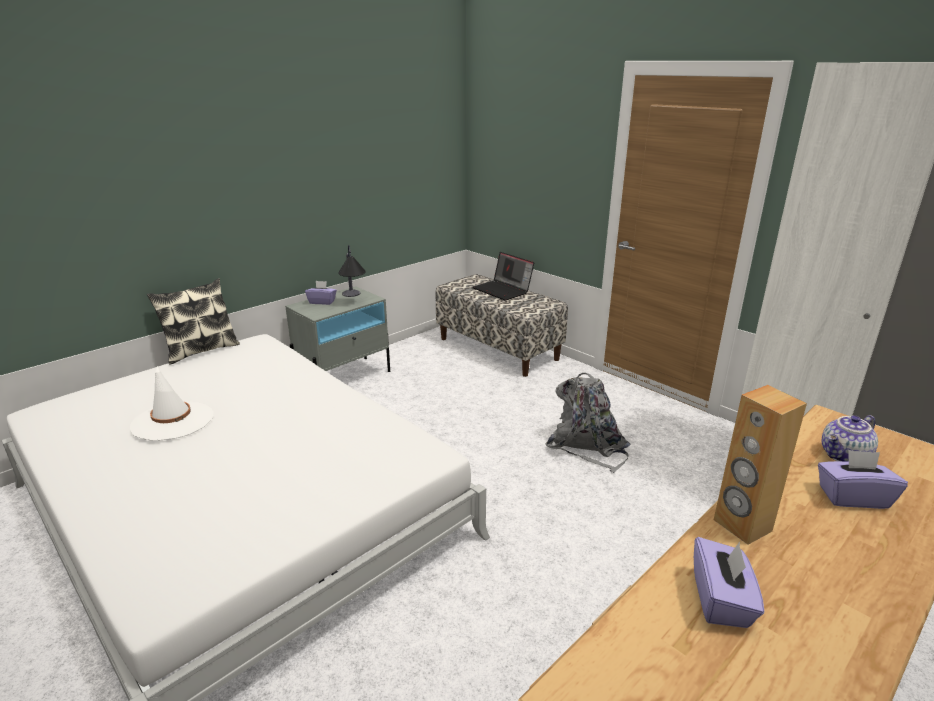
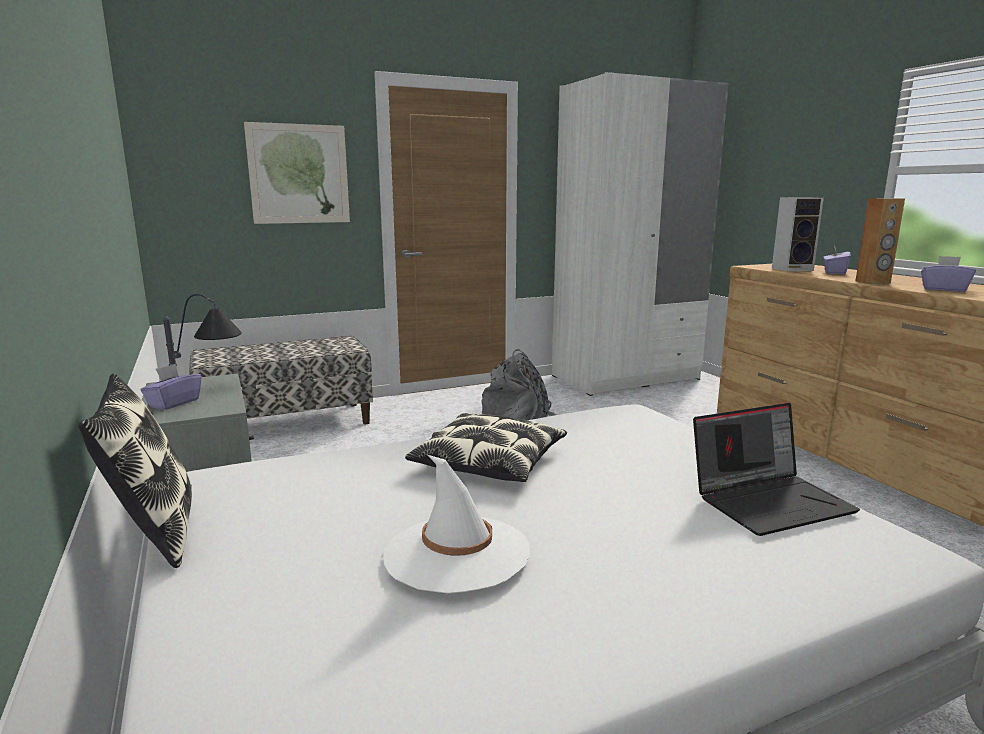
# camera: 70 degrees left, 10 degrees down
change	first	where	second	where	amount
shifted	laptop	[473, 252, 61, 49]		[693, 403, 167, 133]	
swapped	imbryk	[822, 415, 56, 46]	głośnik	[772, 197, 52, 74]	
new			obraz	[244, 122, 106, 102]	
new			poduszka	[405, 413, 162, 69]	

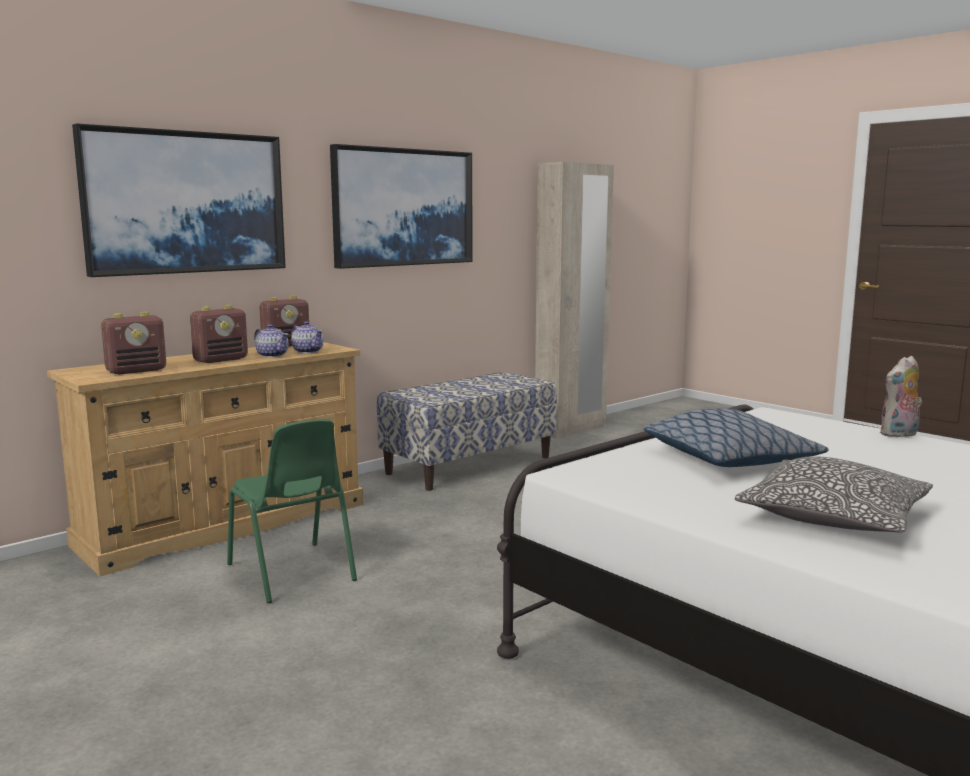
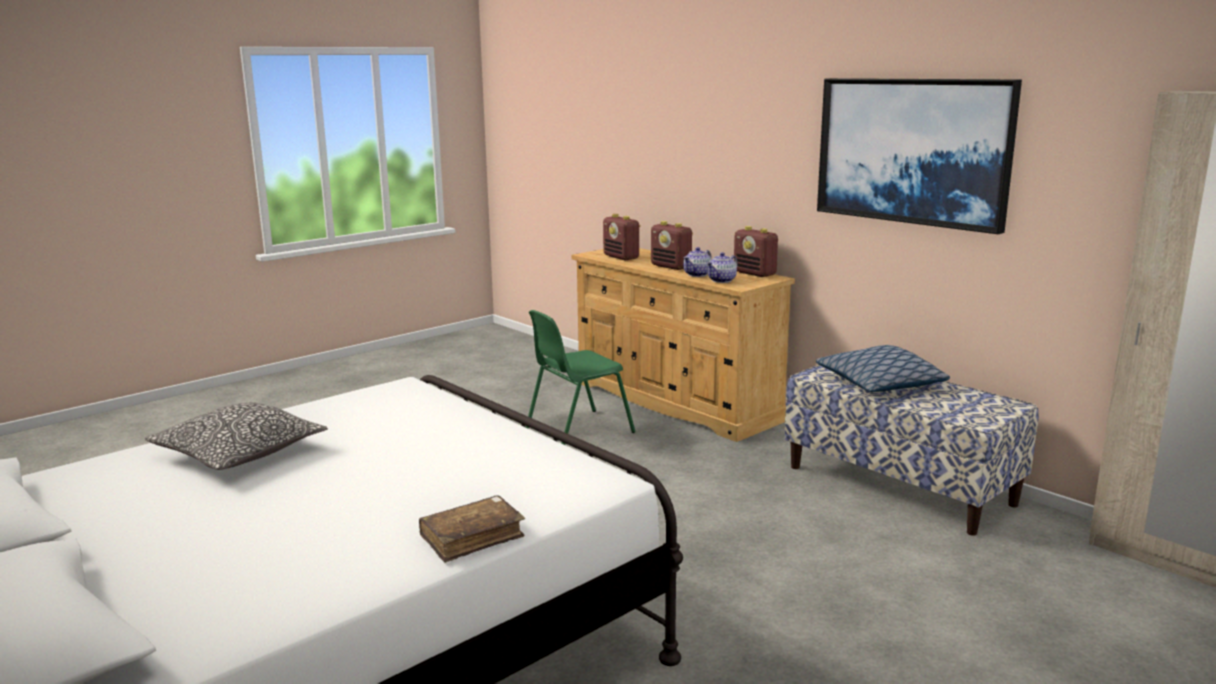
# camera: 90 degrees right, 5 degrees up
change	first	where	second	where	amount
gone	obraz	[72, 123, 214, 154]			
shifted	poduszka	[644, 408, 185, 59]		[816, 345, 134, 48]	
swapped	pluszak	[879, 355, 43, 83]	książka [brązowy]	[419, 495, 106, 68]	

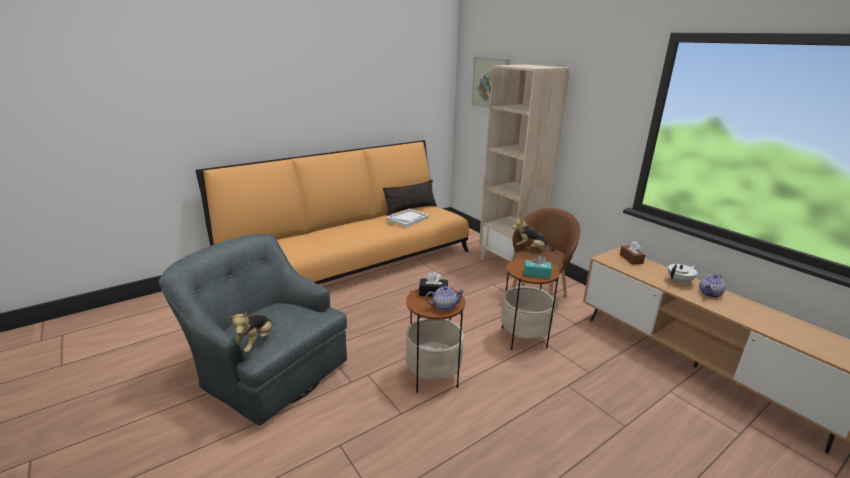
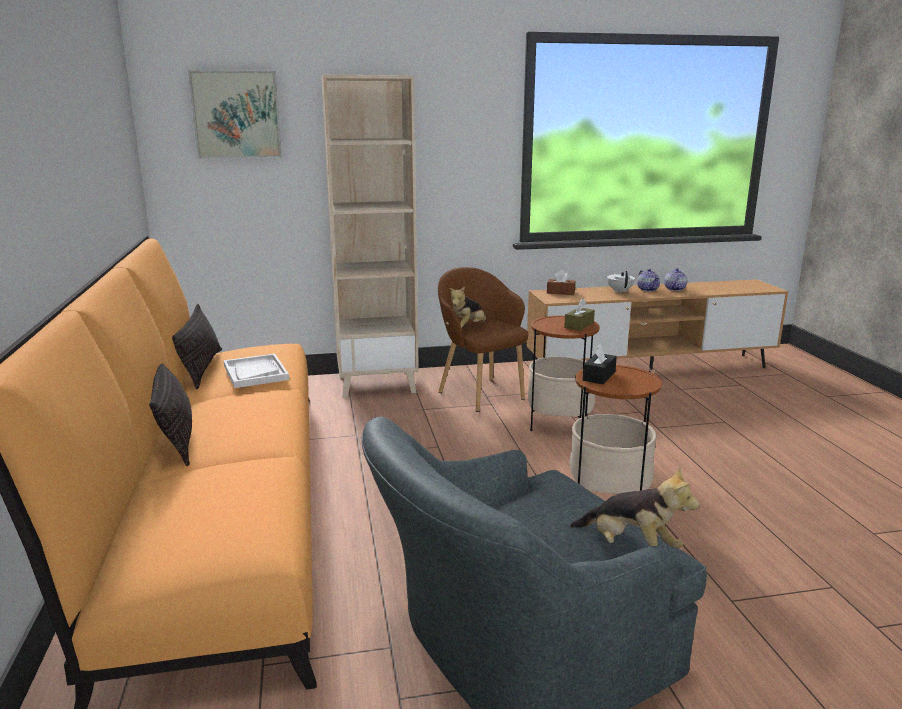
# camera: 65 degrees left, 5 degrees down
change	first	where	second	where	amount
shifted	imbryk	[425, 286, 40, 25]		[664, 268, 23, 23]	
repainted	pudełko chusteczek [turkusowy]	[524, 255, 28, 23]	pudełko chusteczek [brązowy]	[564, 299, 31, 32]	
new			poduszka	[149, 364, 43, 102]	

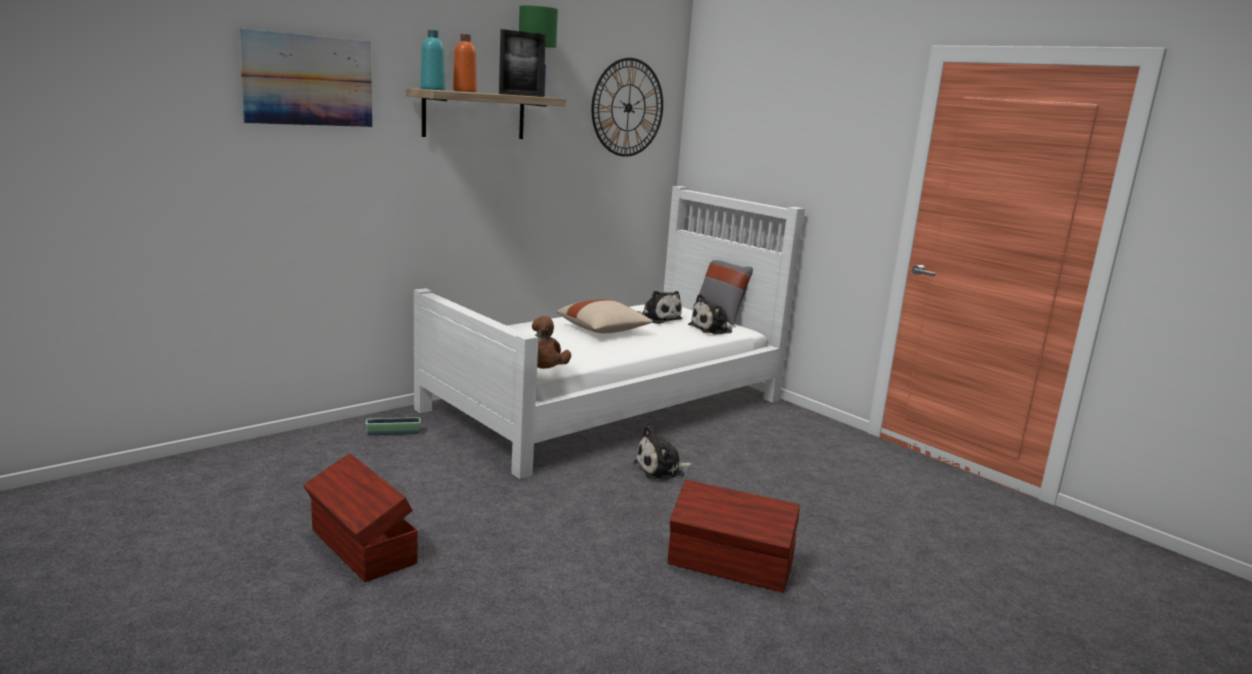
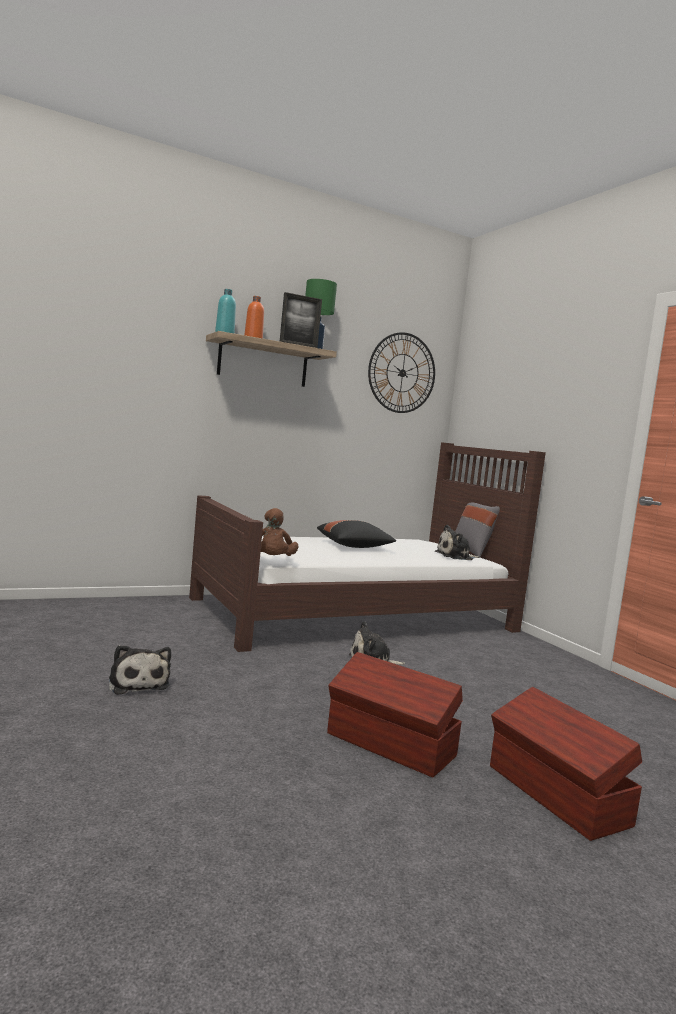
# camera: 15 degrees right, 10 degrees down
change	first	where	second	where	amount
gone	obraz	[239, 28, 133, 99]			
shifted	pojemnik do przechowywania [brązowy]	[303, 453, 115, 129]		[490, 687, 152, 154]	
gone	donica	[366, 417, 55, 18]			
repainted	łóżko [biały]	[414, 186, 391, 293]	łóżko [brązowy]	[189, 442, 357, 210]	
repainted	poduszka [beżowy]	[557, 299, 96, 34]	poduszka [czarny]	[317, 520, 79, 28]	
shifted	pluszak	[637, 291, 45, 33]		[109, 645, 62, 50]	

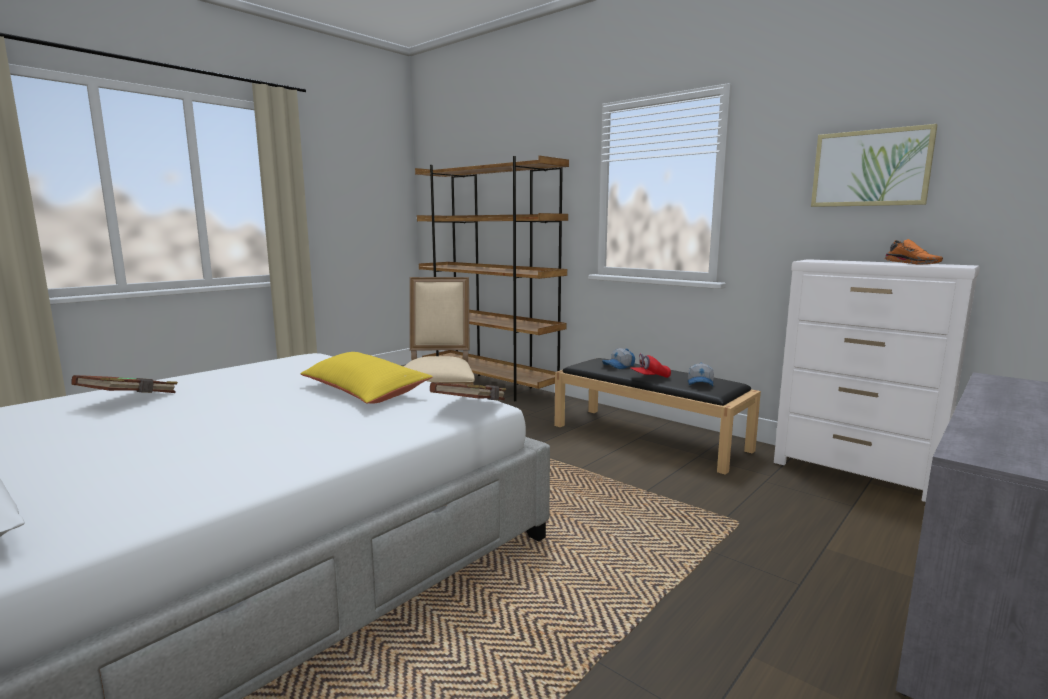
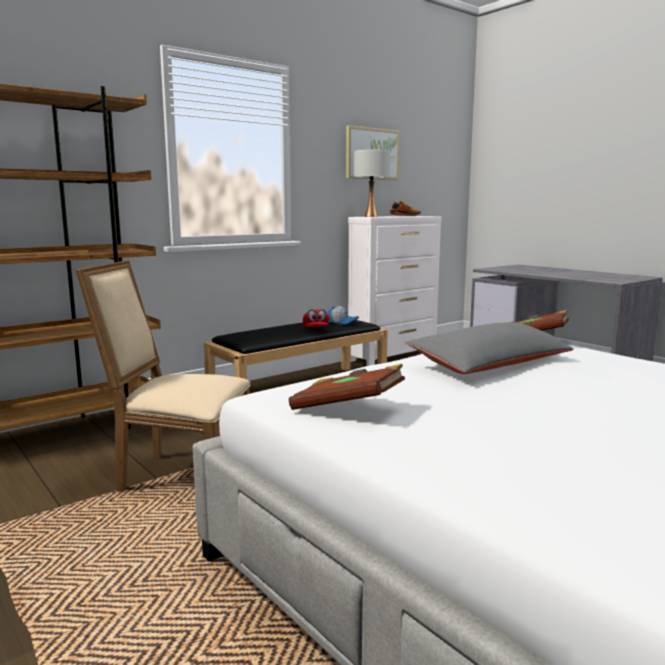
# camera: 80 degrees left, 0 degrees up
change	first	where	second	where	amount
shifted	książka [brązowy]	[71, 375, 107, 18]		[289, 364, 116, 46]	
repainted	poduszka [żółty]	[300, 352, 133, 52]	poduszka [szary]	[406, 322, 167, 52]	
gone	czapka z daszkiem	[602, 348, 33, 21]			
new			lampa stołowa [biały]	[354, 150, 36, 67]	

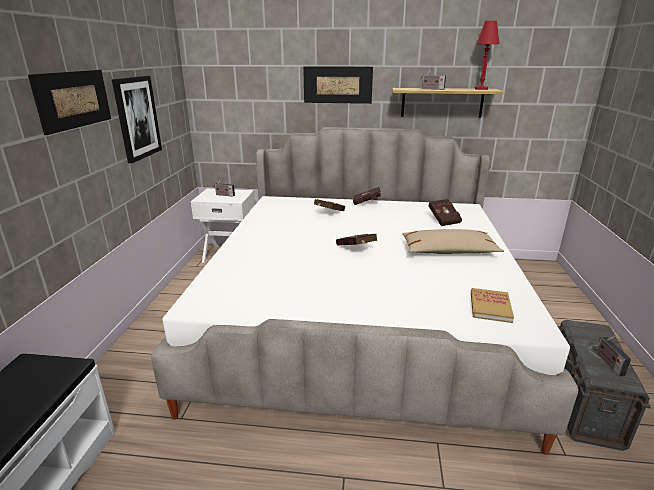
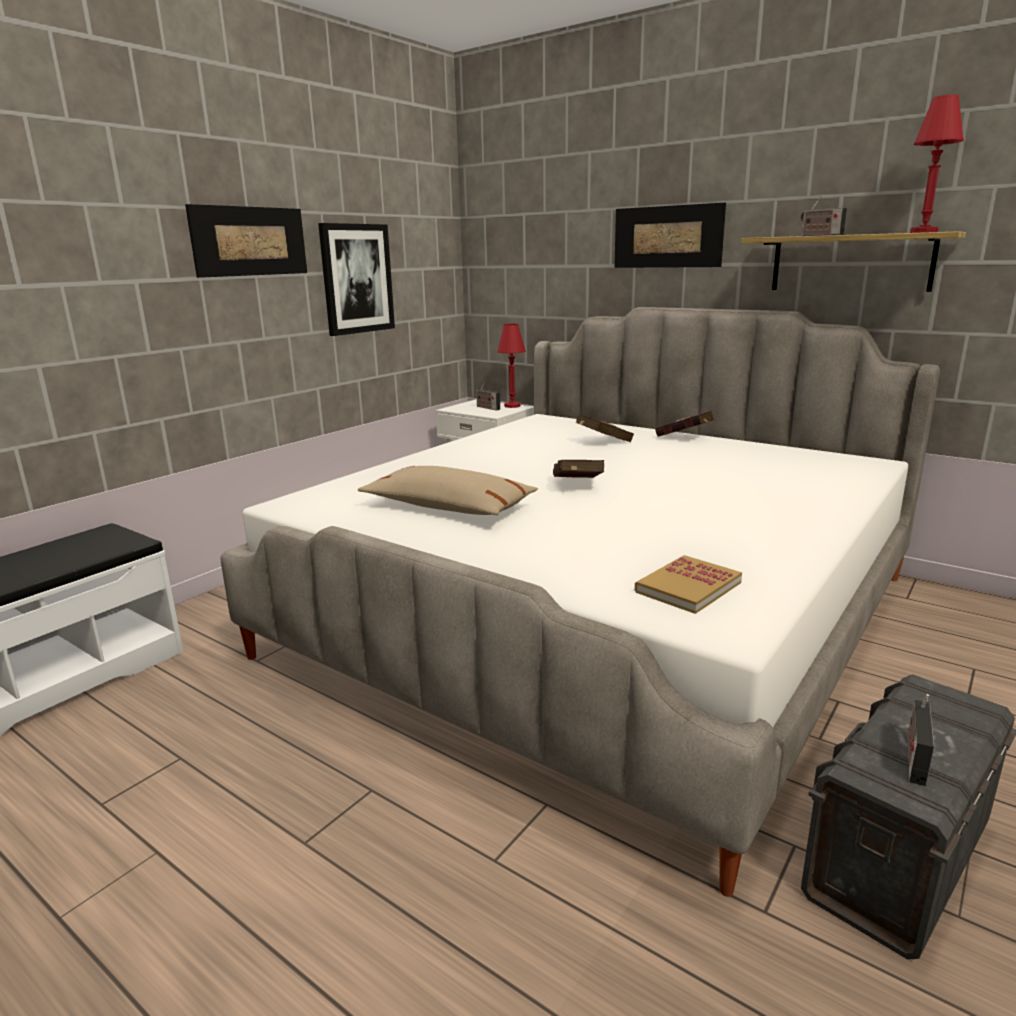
# camera: 30 degrees right, 5 degrees down
change	first	where	second	where	amount
shifted	poduszka [beżowy]	[402, 229, 102, 25]		[358, 466, 180, 49]	
gone	książka [czerwony]	[428, 199, 34, 27]			
new			lampa stołowa [czerwony]	[497, 324, 29, 84]	

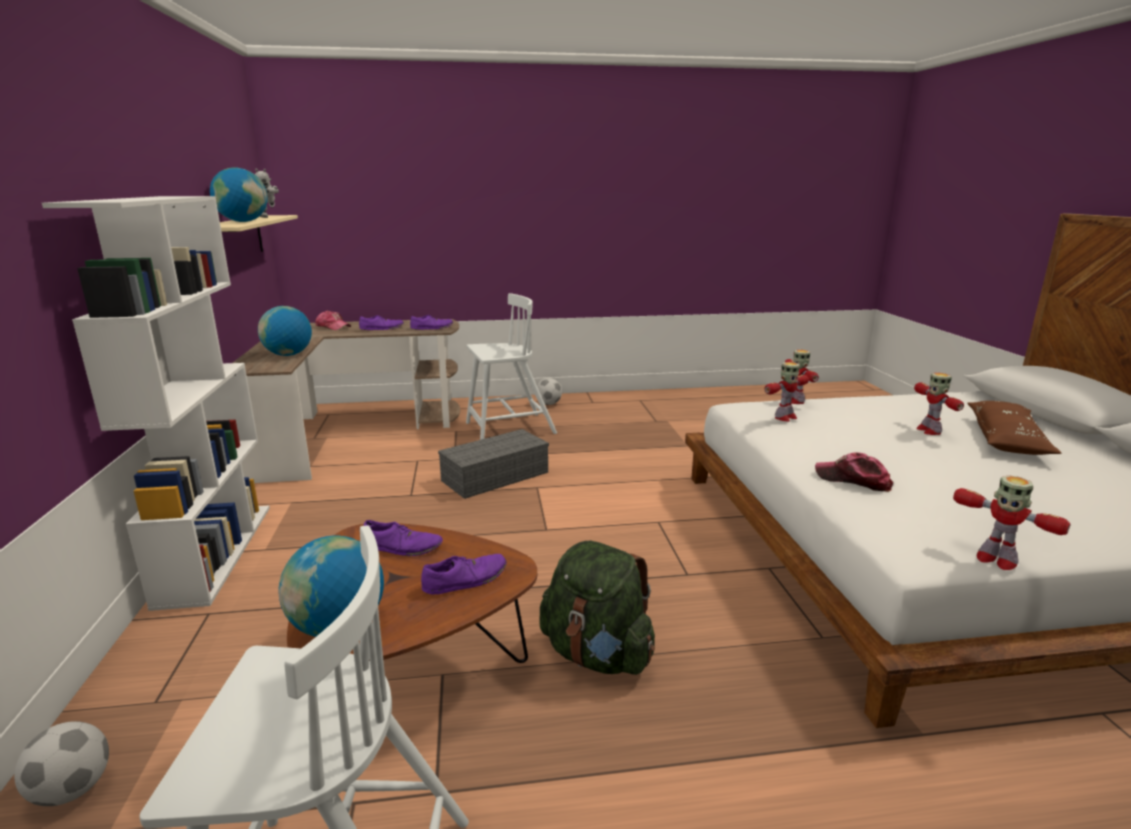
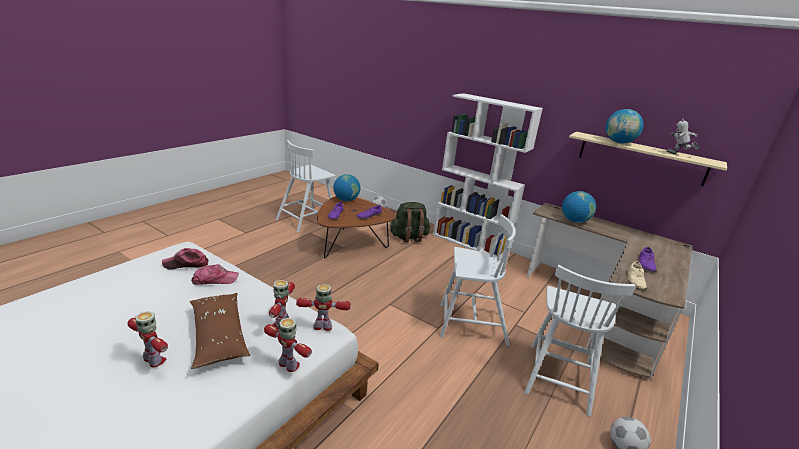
# camera: 130 degrees right, 5 degrees up
change	first	where	second	where	amount
shifted	czapka z daszkiem	[315, 310, 36, 20]		[162, 248, 47, 21]	
repainted	but [fioletowy]	[410, 315, 43, 15]	but [beżowy]	[628, 261, 19, 28]	
swapped	pojemnik do przechowywania [szary]	[438, 429, 111, 70]	krzesło [biały]	[440, 214, 76, 132]	
shifted	plecak [zielony]	[539, 541, 116, 134]		[390, 202, 40, 41]	
shifted	robot zabawkowy	[953, 475, 118, 95]		[296, 284, 55, 47]	
shifted	poduszka [brązowy]	[967, 401, 95, 54]		[190, 293, 61, 76]	

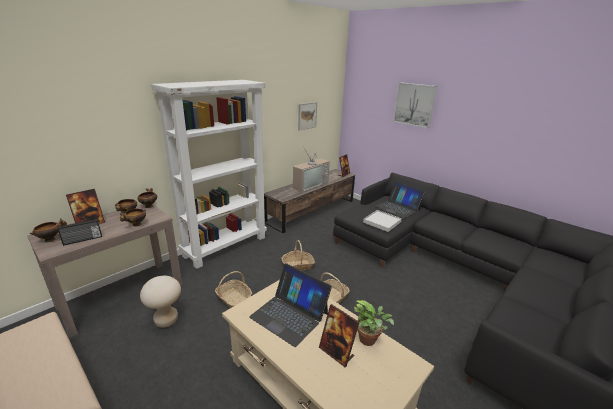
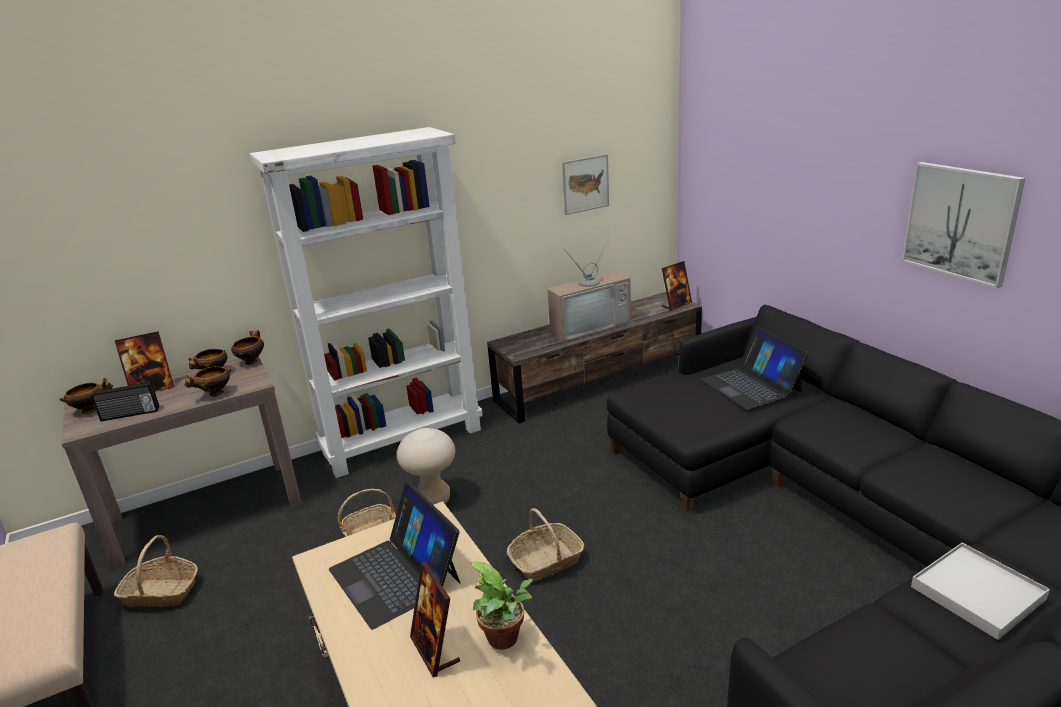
# camera: 20 degrees right, 0 degrees up
change	first	where	second	where	amount
shifted	stołek [beżowy]	[140, 276, 41, 52]		[397, 428, 58, 77]	
shifted	koszyk	[281, 240, 34, 30]		[114, 535, 84, 73]	
shifted	taca [biały]	[363, 210, 39, 22]		[911, 543, 139, 97]	
shifted	obraz	[393, 82, 44, 46]		[901, 162, 125, 126]	

